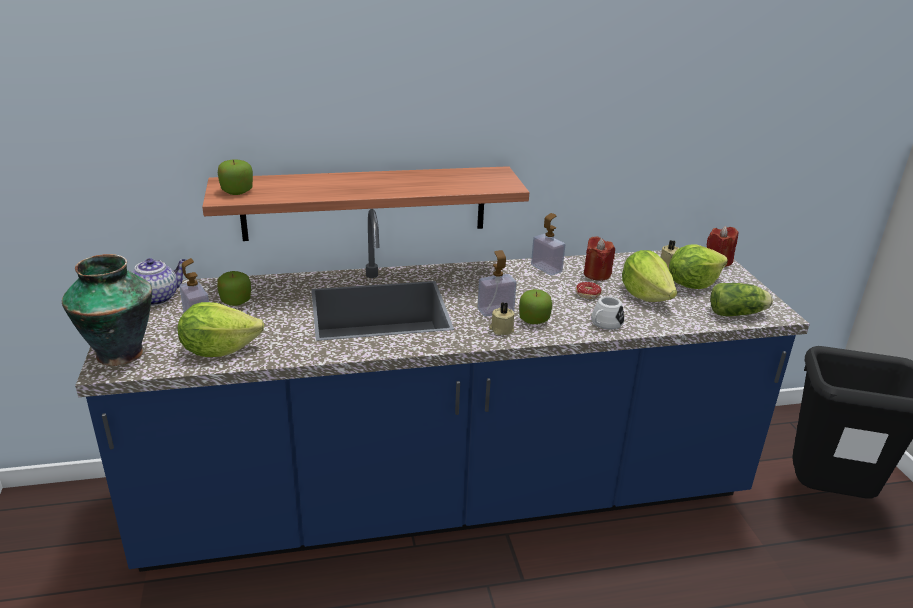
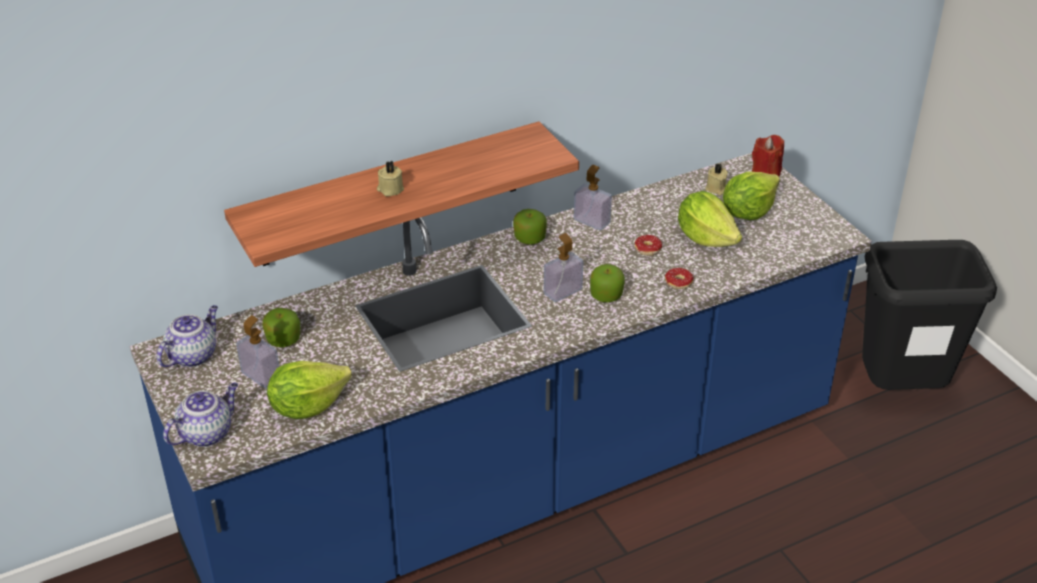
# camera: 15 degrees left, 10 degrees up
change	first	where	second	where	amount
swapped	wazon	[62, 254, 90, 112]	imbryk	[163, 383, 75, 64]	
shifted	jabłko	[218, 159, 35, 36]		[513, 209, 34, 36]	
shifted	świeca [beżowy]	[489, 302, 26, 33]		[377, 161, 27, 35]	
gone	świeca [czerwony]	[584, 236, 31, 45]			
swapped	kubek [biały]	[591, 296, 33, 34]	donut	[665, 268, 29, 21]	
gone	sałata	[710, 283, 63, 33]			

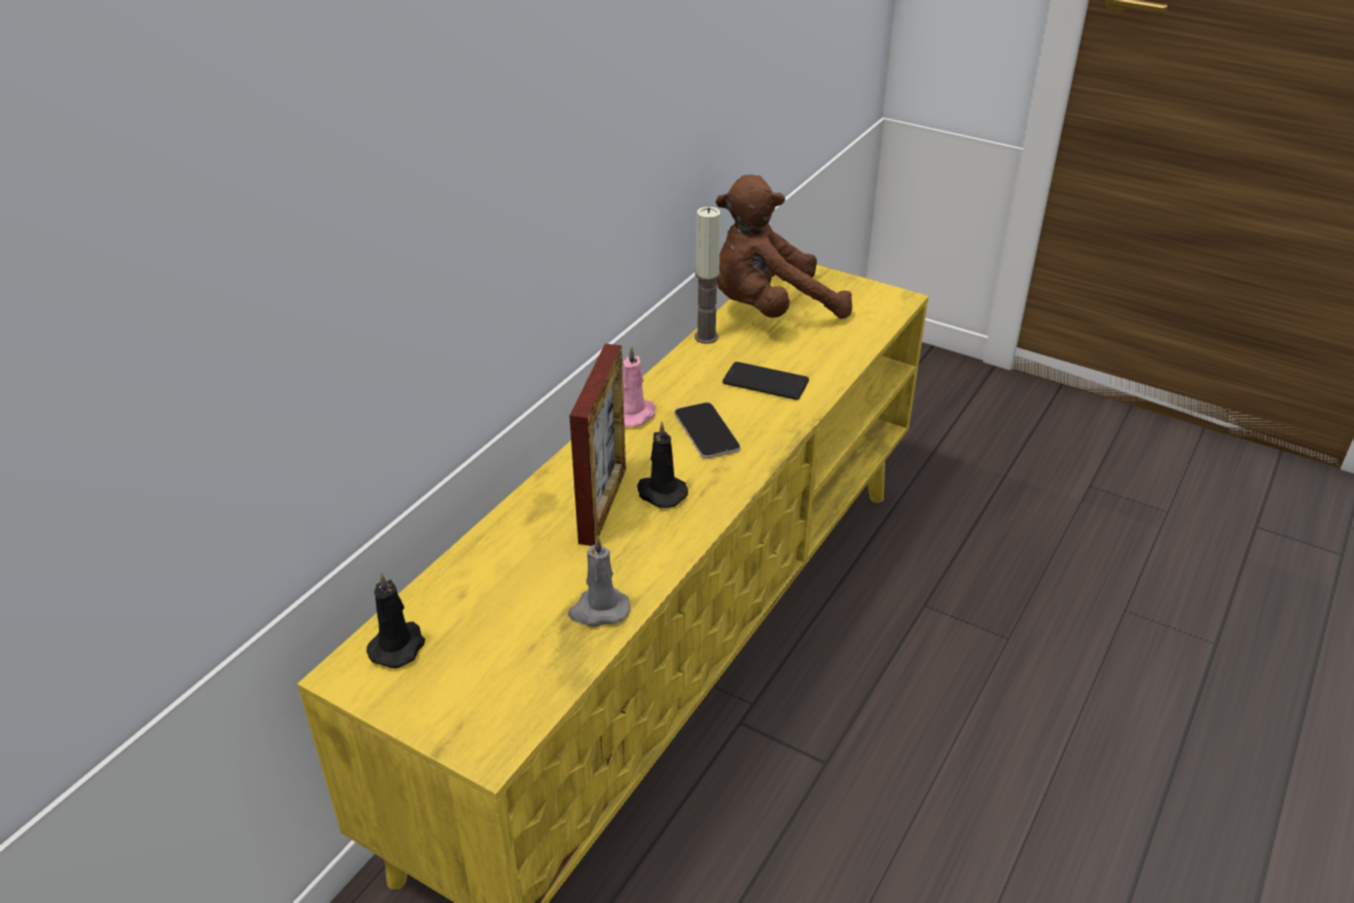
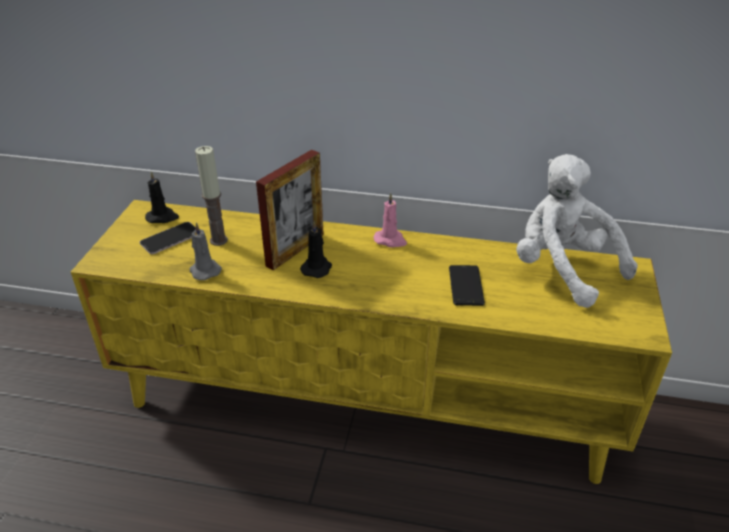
# camera: 70 degrees right, 0 degrees up
change	first	where	second	where	amount
rotated	ramka na zdjęcie	[569, 344, 57, 202]		[256, 150, 68, 120]	45 degrees counterclockwise
shifted	telefon	[675, 402, 66, 57]		[140, 222, 56, 32]	
shifted	świeca	[695, 207, 26, 137]		[195, 146, 33, 100]	
repainted	pluszak [brązowy]	[715, 175, 137, 144]	pluszak [biały]	[516, 154, 122, 154]	

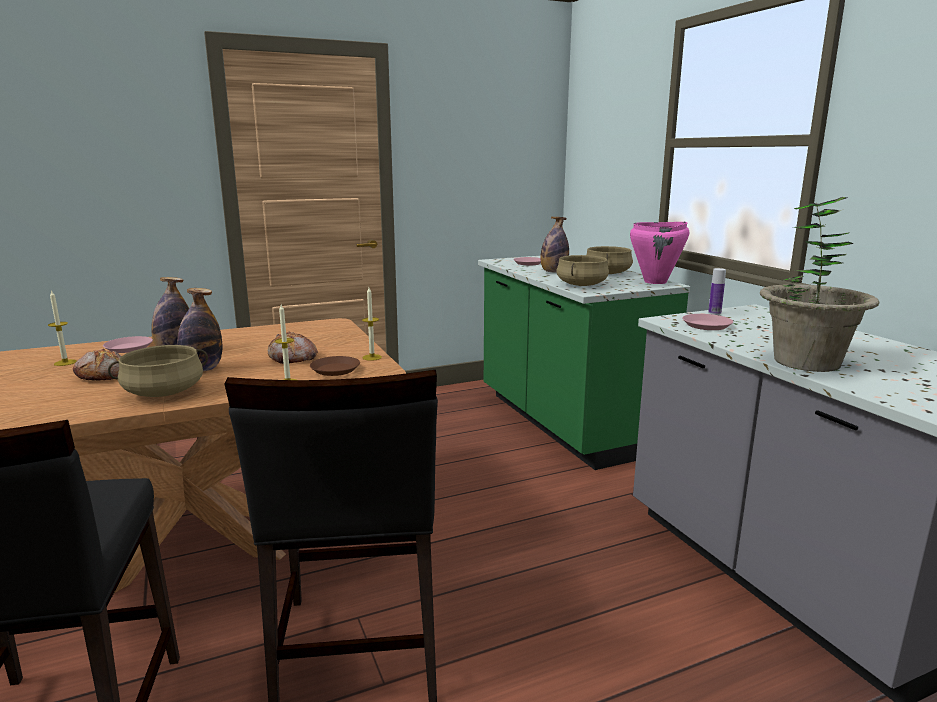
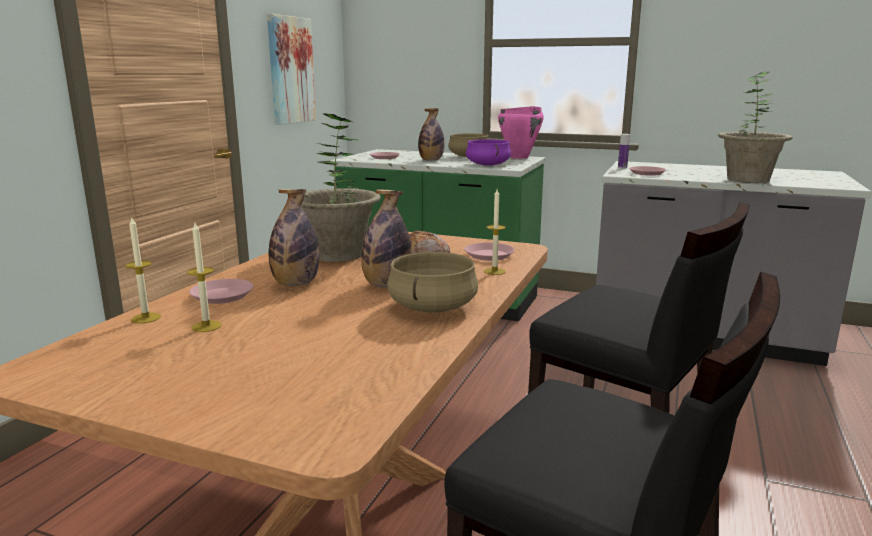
# camera: 45 degrees left, 0 degrees up
change	first	where	second	where	amount
gone	chleb	[73, 349, 49, 32]			
repainted	talerz [brązowy]	[310, 356, 50, 20]	talerz [różowy]	[464, 243, 51, 18]	
shifted	świeca	[362, 288, 20, 73]		[125, 216, 36, 107]	
repainted	garnek [beżowy]	[556, 255, 53, 31]	garnek [fioletowy]	[466, 139, 45, 27]	
new			obraz	[267, 14, 49, 111]	
new			roślina doniczkowa	[301, 114, 80, 148]	

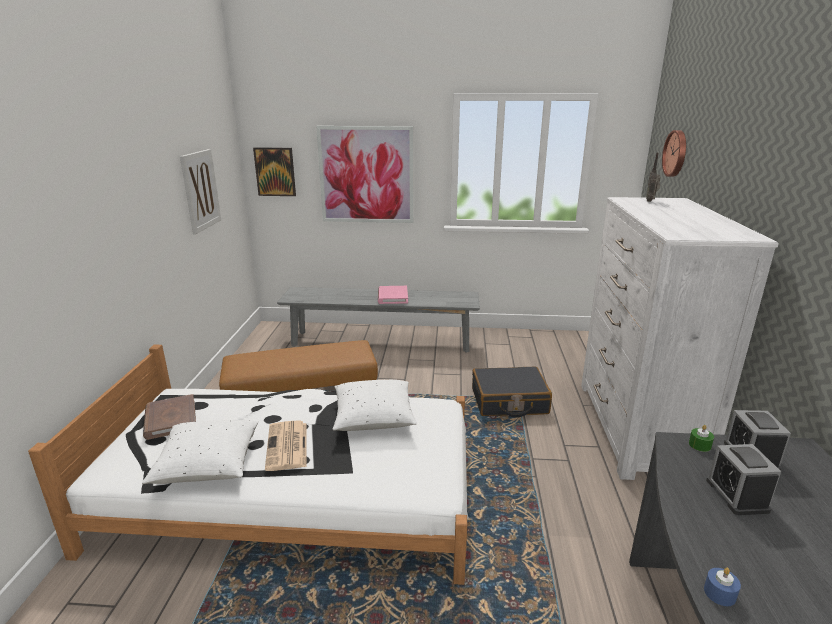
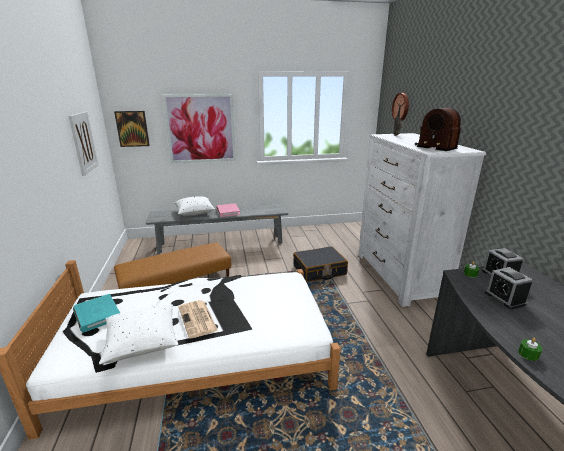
# camera: 15 degrees left, 0 degrees up
change	first	where	second	where	amount
repainted	książka [brązowy]	[143, 394, 53, 46]	książka [turkusowy]	[73, 294, 47, 39]	
shifted	poduszka [biały]	[333, 380, 84, 51]		[175, 196, 40, 20]	
repainted	świeca [niebieski]	[704, 568, 37, 38]	świeca [zielony]	[518, 338, 24, 23]	
new			radio	[415, 108, 46, 43]	

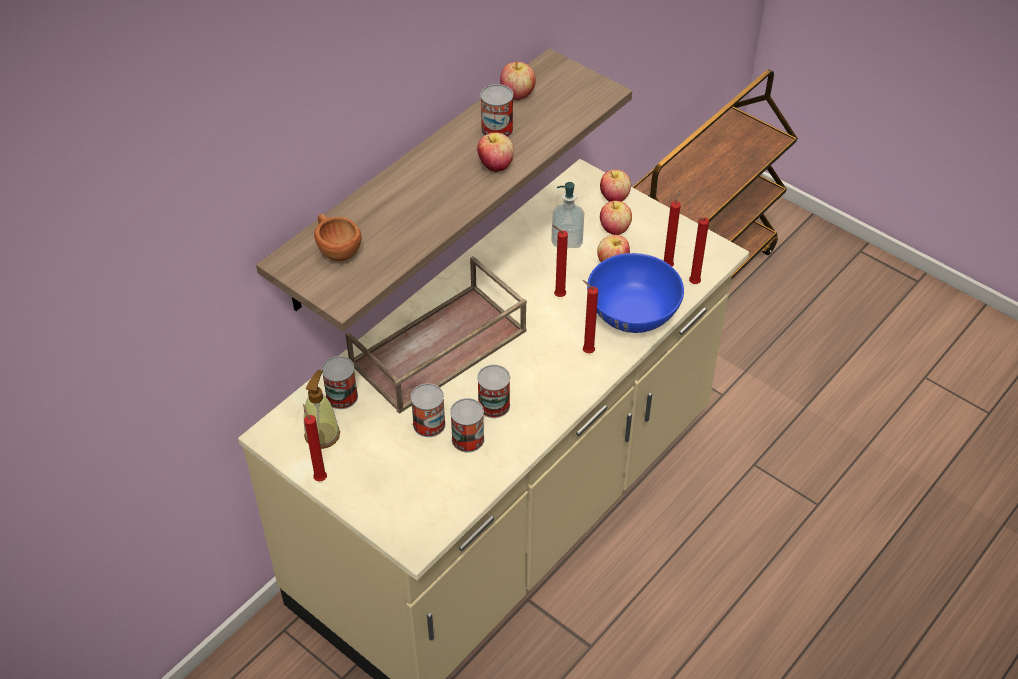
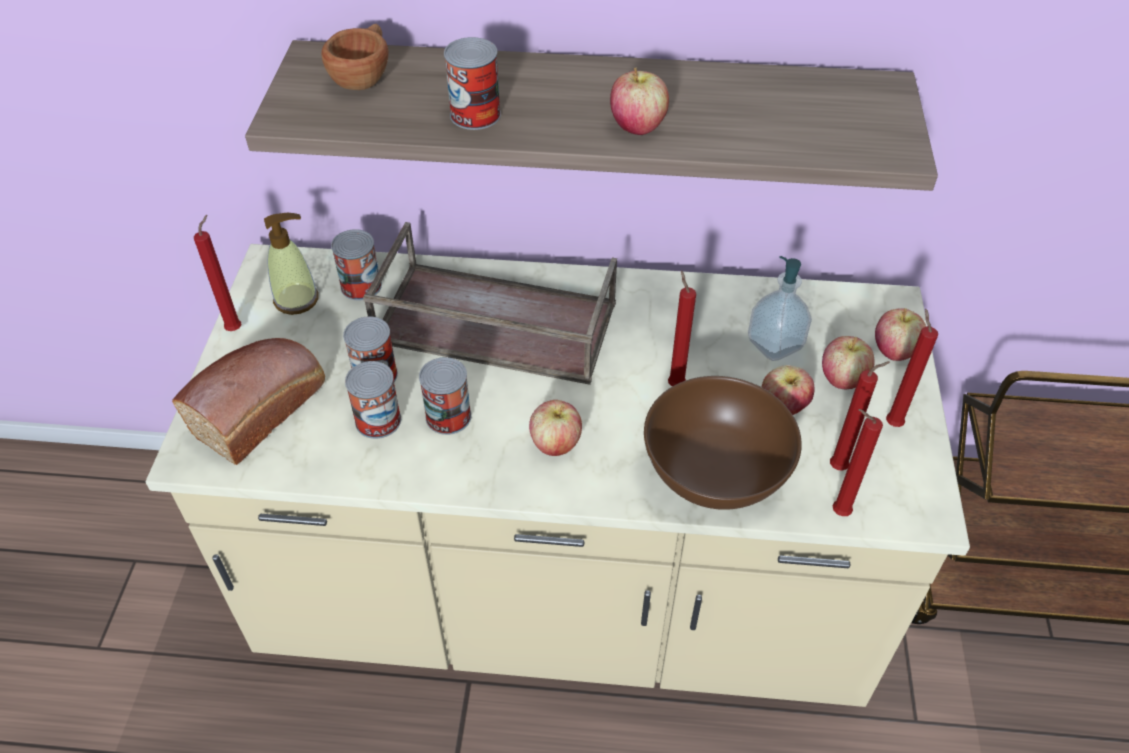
# camera: 55 degrees right, 0 degrees up
change	first	where	second	where	amount
shifted	puszka	[480, 84, 33, 53]		[444, 37, 57, 93]	
shifted	jabłko	[500, 61, 36, 39]		[529, 400, 53, 56]	
shifted	świeca [czerwony]	[583, 280, 15, 73]		[886, 308, 52, 119]	
repainted	miska [niebieski]	[587, 253, 97, 80]	miska [brązowy]	[644, 376, 158, 134]	
new			chleb	[172, 338, 153, 127]	

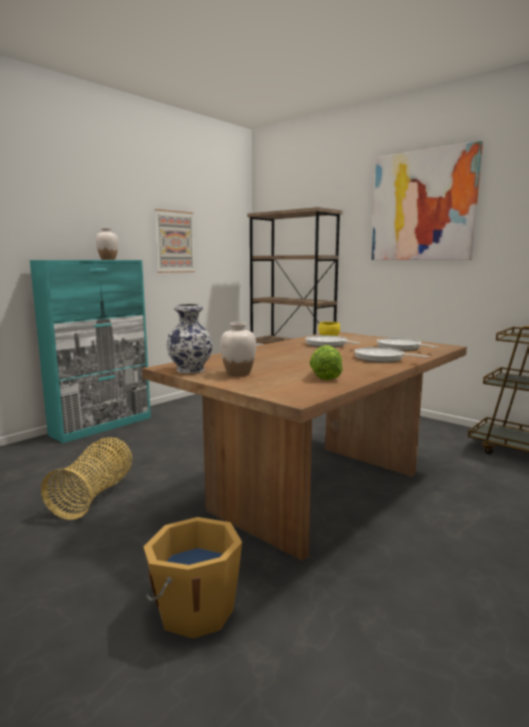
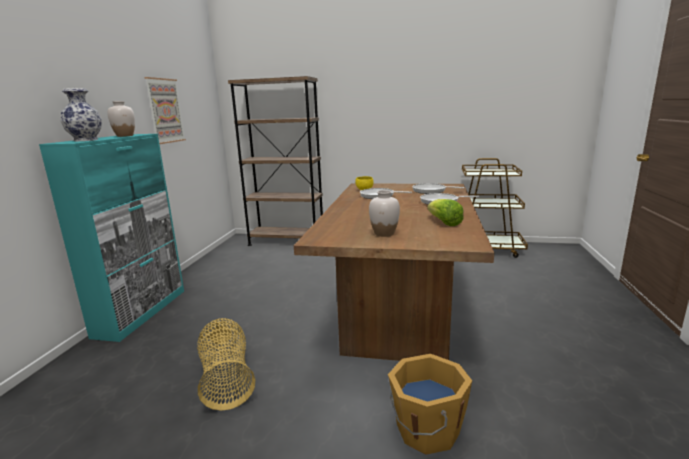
# camera: 30 degrees left, 5 degrees up
change	first	where	second	where	amount
shifted	wazon	[166, 304, 47, 70]		[61, 88, 41, 53]	
gone	obraz	[372, 141, 111, 119]			

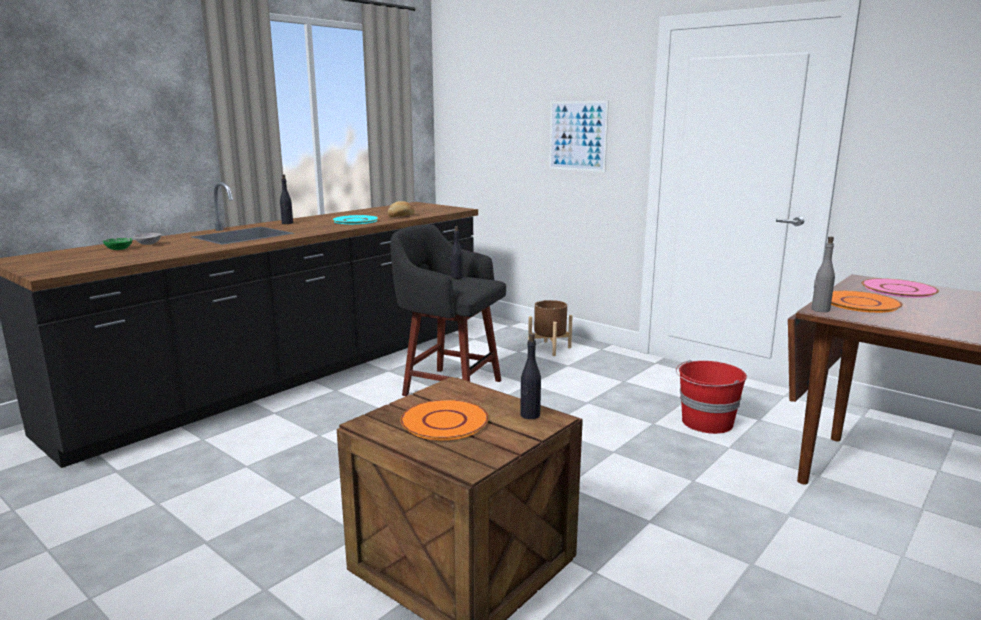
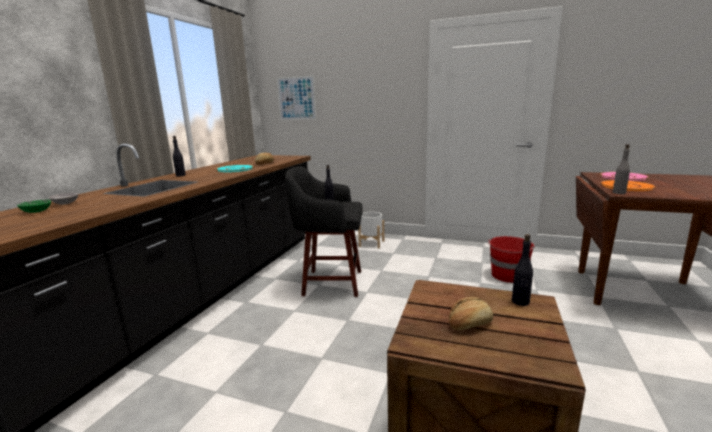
# camera: 20 degrees left, 0 degrees up
change	first	where	second	where	amount
swapped	talerz [pomarańczowy]	[400, 399, 89, 41]	chleb	[449, 297, 44, 34]	
repainted	donica [brązowy]	[528, 300, 45, 56]	donica [biały]	[358, 212, 26, 37]	
shifted	obraz	[549, 101, 60, 71]		[277, 75, 40, 45]	

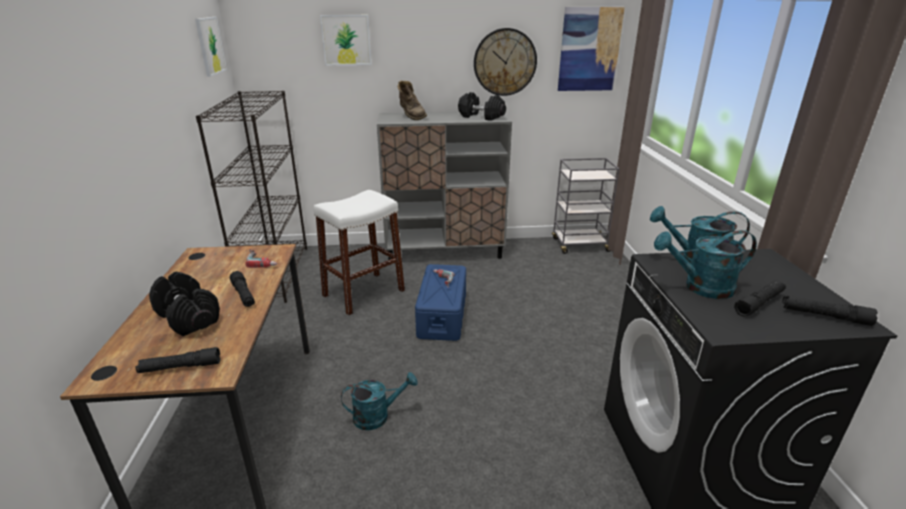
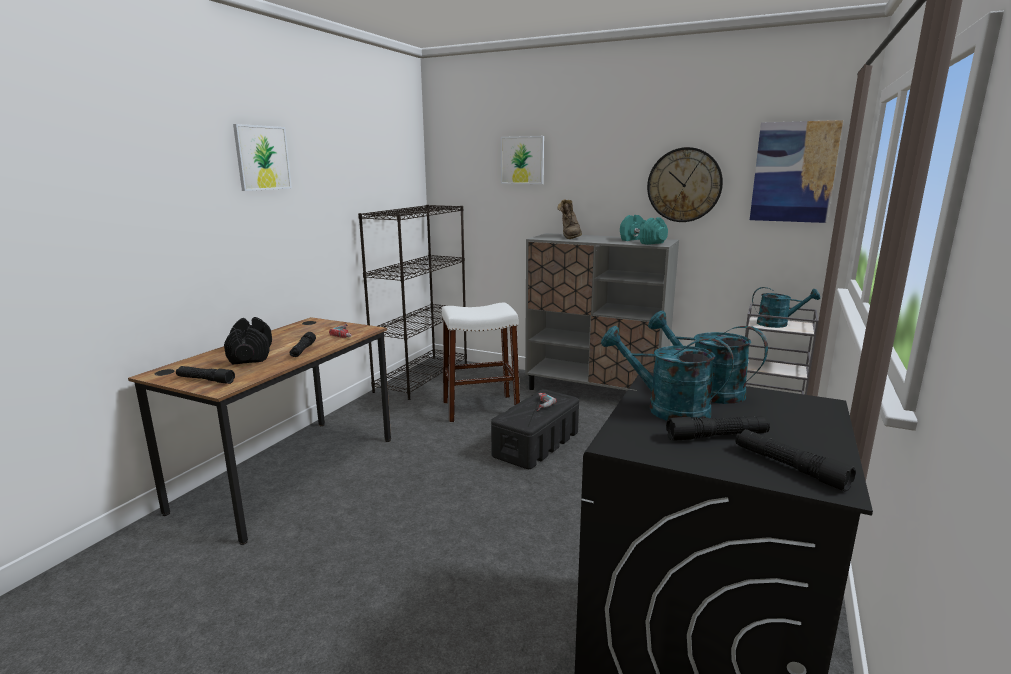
# camera: 30 degrees right, 10 degrees down
change	first	where	second	where	amount
shifted	obraz	[195, 17, 32, 60]		[233, 124, 59, 67]	
shifted	konewka [turkusowy]	[341, 372, 77, 58]		[752, 287, 68, 41]	
repainted	pojemnik do przechowywania [niebieski]	[415, 264, 51, 77]	pojemnik do przechowywania [czarny]	[491, 389, 88, 80]	
repainted	hantel [czarny]	[458, 92, 48, 29]	hantel [turkusowy]	[620, 215, 48, 30]	

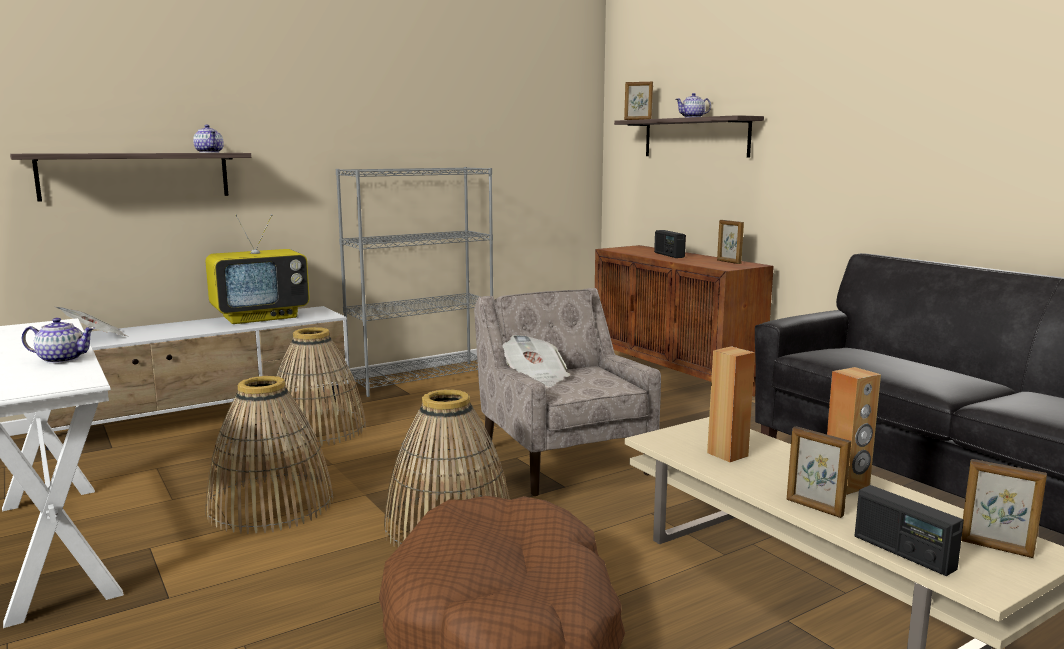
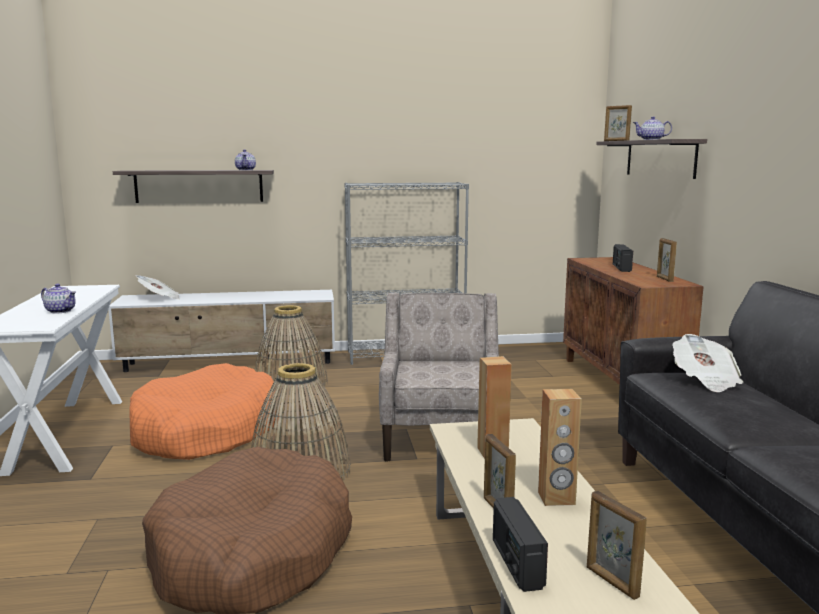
# camera: 25 degrees right, 0 degrees up
change	first	where	second	where	amount
gone	telewizor	[205, 214, 105, 110]			
swapped	koszyk	[206, 376, 127, 158]	legowisko [pomarańczowy]	[129, 363, 150, 97]	
shifted	gazeta	[502, 335, 68, 53]		[672, 334, 71, 58]	

